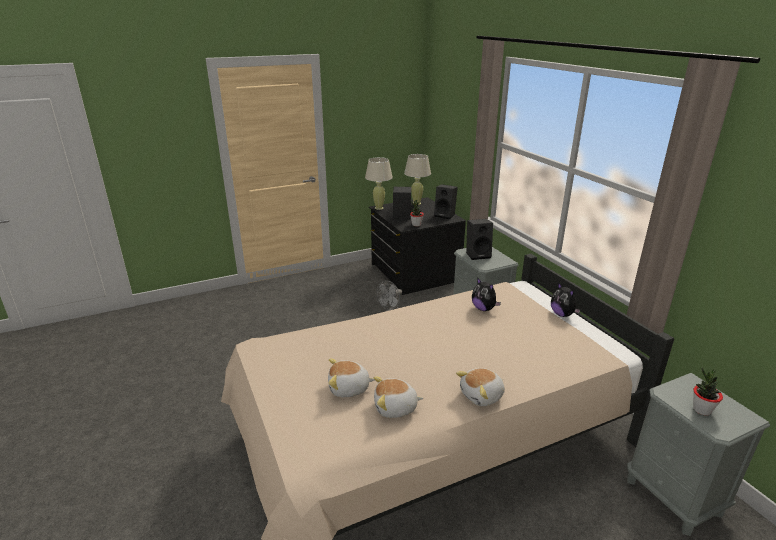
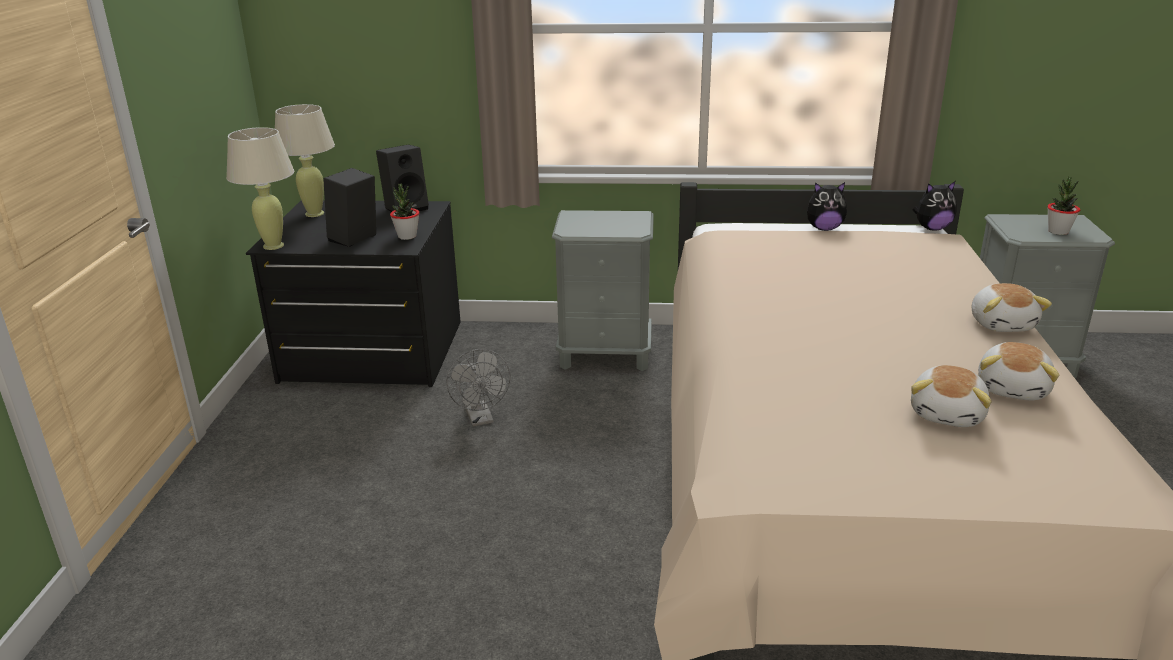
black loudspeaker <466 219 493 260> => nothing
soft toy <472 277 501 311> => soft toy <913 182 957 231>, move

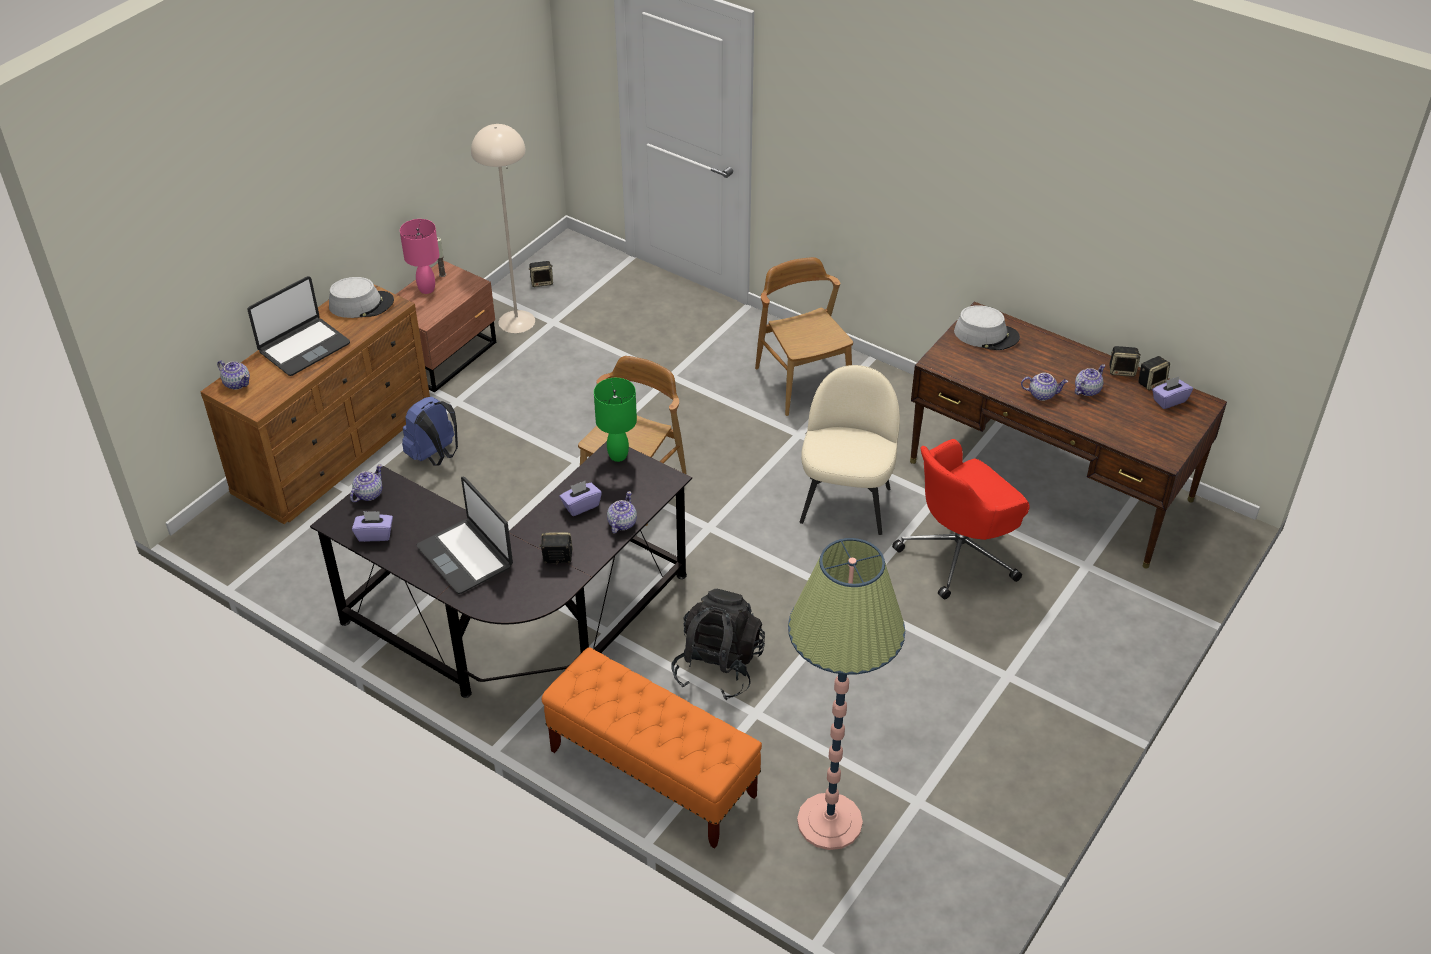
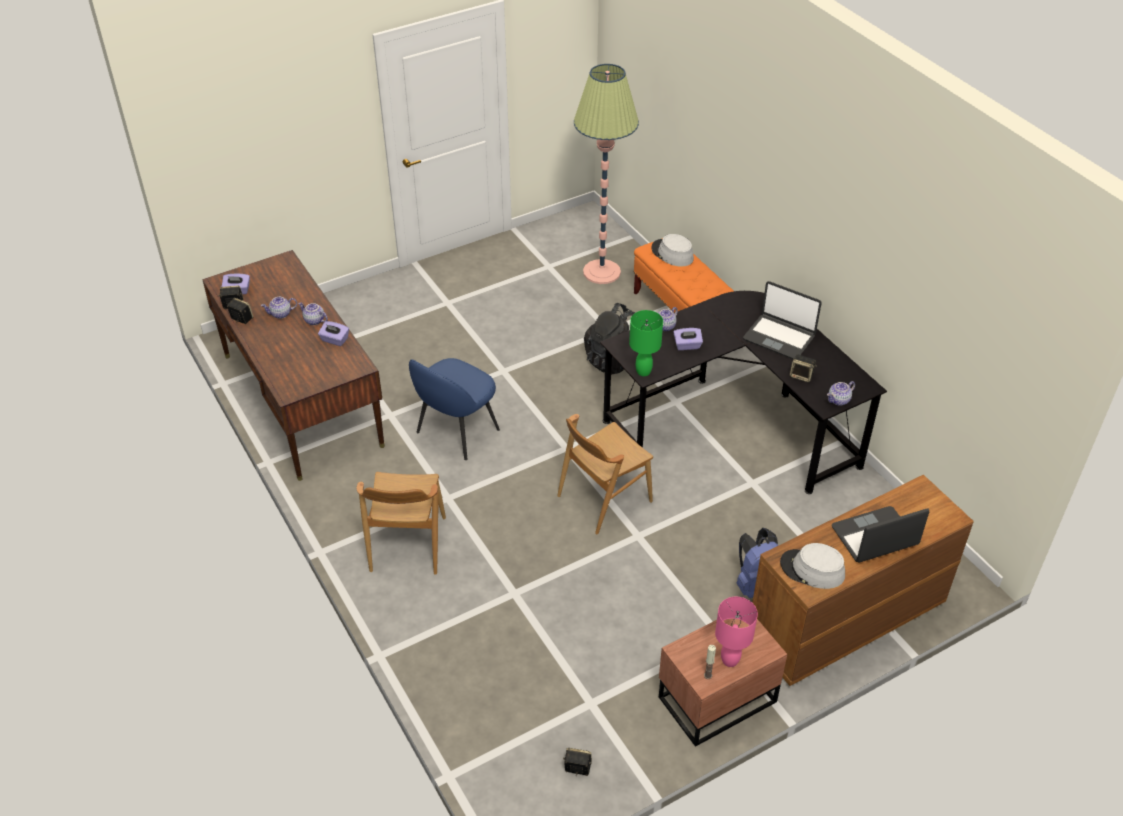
beige-coloured standing lamp <471 124 535 333> => nothing
greyish hat <954 305 1020 350> => greyish hat <652 234 694 267>, move
tea pot <217 360 250 390> => nothing
beige-coloured plain chair <800 365 900 535> => blue plain chair <409 358 500 460>
reddish computer chair <892 439 1030 600> => nothing
portable computer <417 477 513 594> => portable computer <743 281 822 359>, 135 degrees clockwise
purplish box of tissues <352 511 393 542> => purplish box of tissues <318 321 349 346>, move
loudspeaker <539 532 573 565> => loudspeaker <790 354 817 382>, move

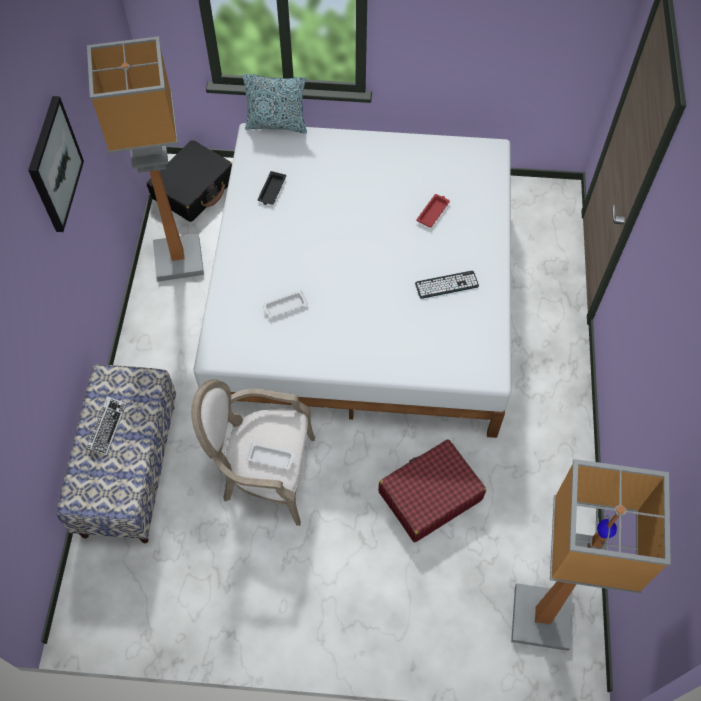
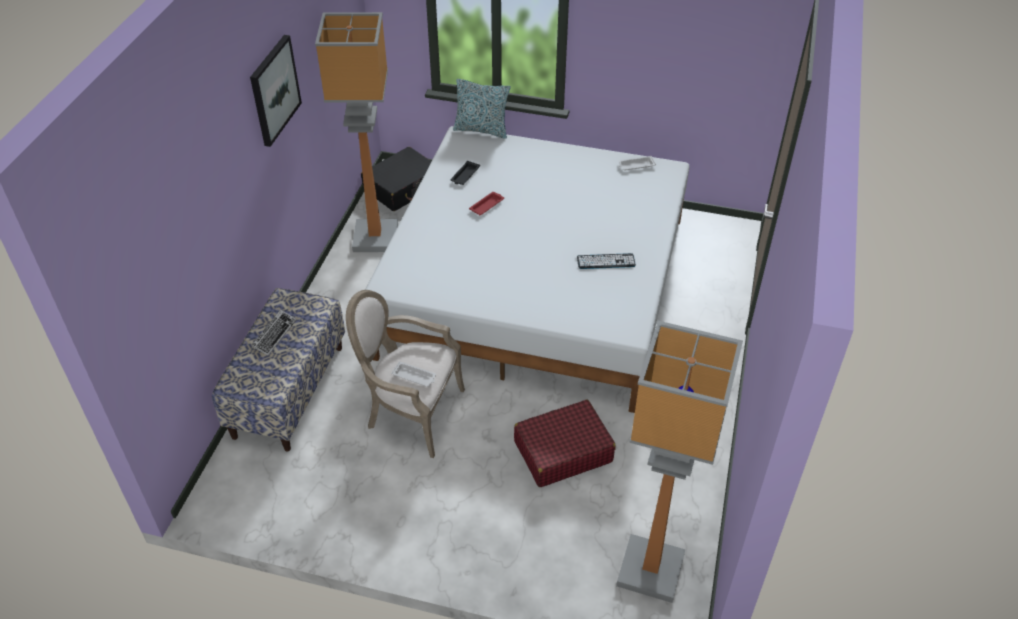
reddish carrying tray <416 194 450 228> => reddish carrying tray <469 192 504 215>, move
white-coloured carrying tray <263 290 308 318> => white-coloured carrying tray <619 156 656 171>, move

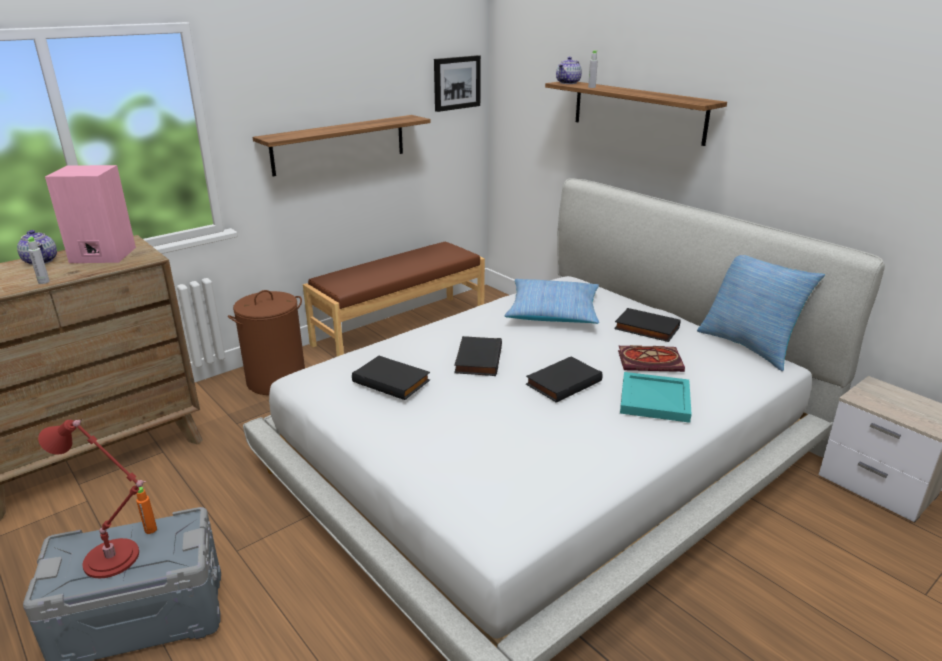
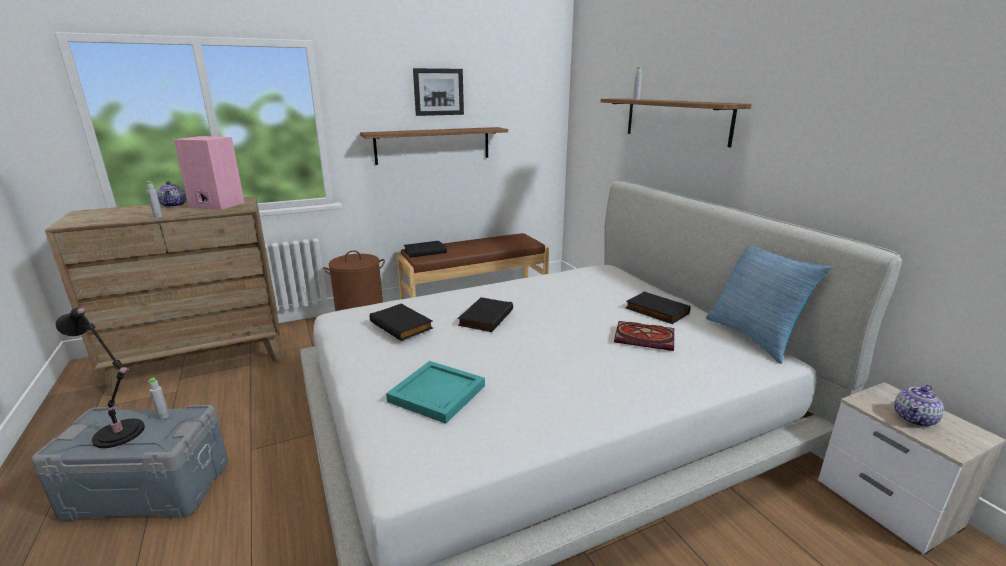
picture <434 55 481 112> => picture <413 68 464 116>, move
tea pot <556 57 582 84> => tea pot <894 385 944 427>, move
pillow <505 279 599 324> => nothing
black bound book <526 356 603 403> => black bound book <404 241 447 258>, move
turquoise carrying tray <620 372 692 423> => turquoise carrying tray <386 361 485 424>, move
reddish tabletop lamp <38 419 147 578> => black tabletop lamp <55 308 145 448>
orange-coloured beverage bottle <136 487 157 534> => greyish beverage bottle <148 378 169 419>

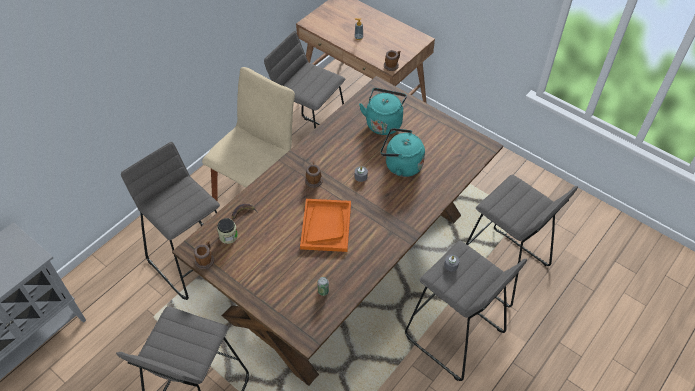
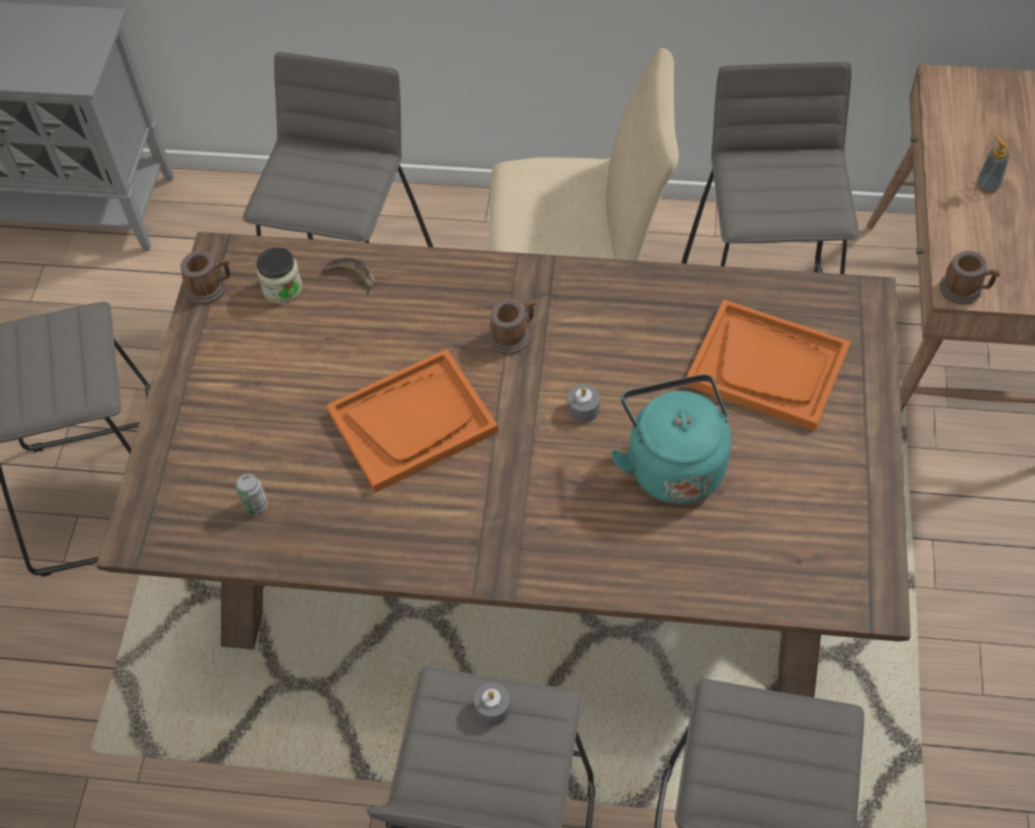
turquoise kettle <359 88 407 135> => orange-coloured carrying tray <685 299 851 431>

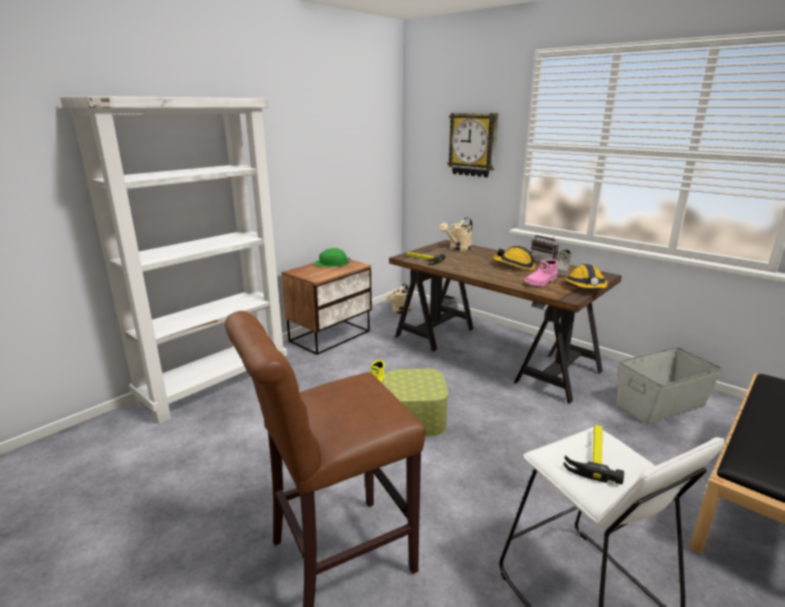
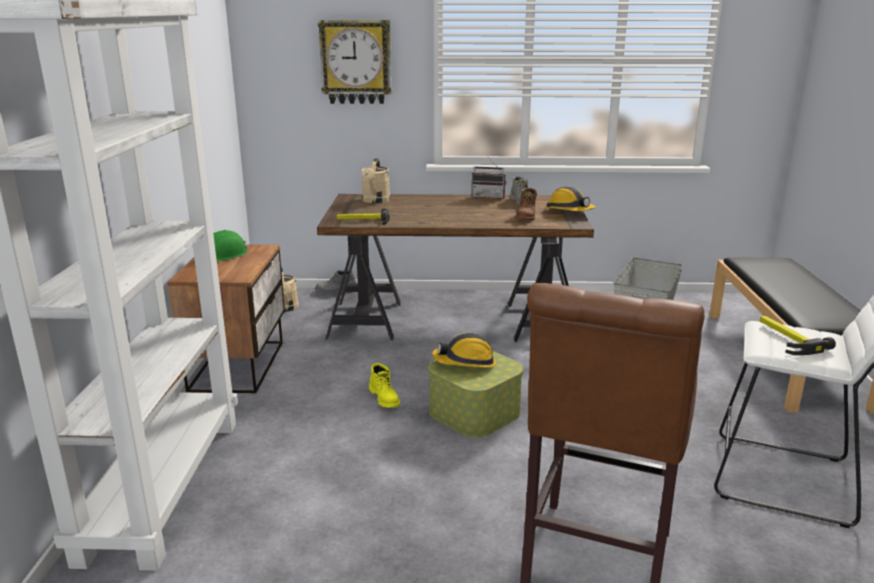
work helmet <493 246 535 270> => work helmet <432 333 496 368>, move
pinkish tall boot <525 259 558 286> => brown tall boot <515 188 537 221>

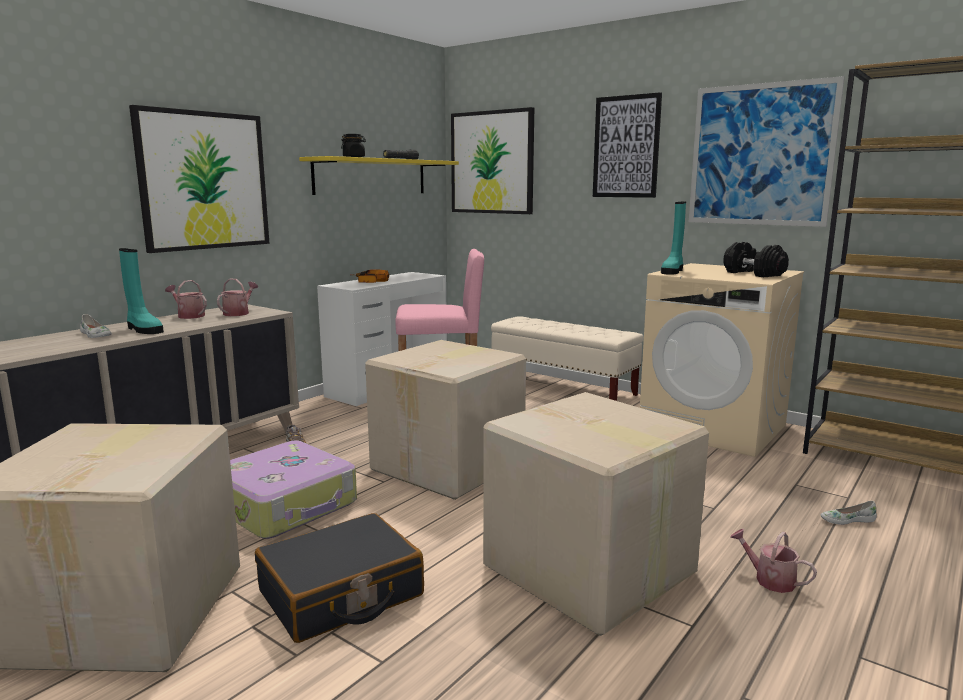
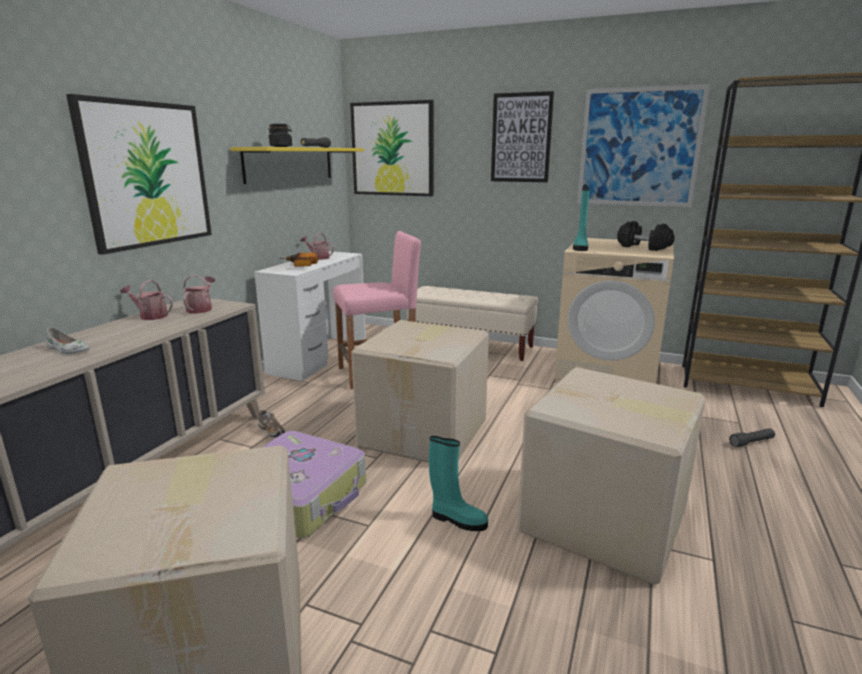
turquoise tall boot <119 248 164 334> => turquoise tall boot <429 436 488 531>, move
white-coloured shoe <821 501 877 525> => black hand torch <729 428 775 447>
black travel case <255 513 424 643> => nothing
watering pot <730 529 817 593> => watering pot <301 233 334 260>, move

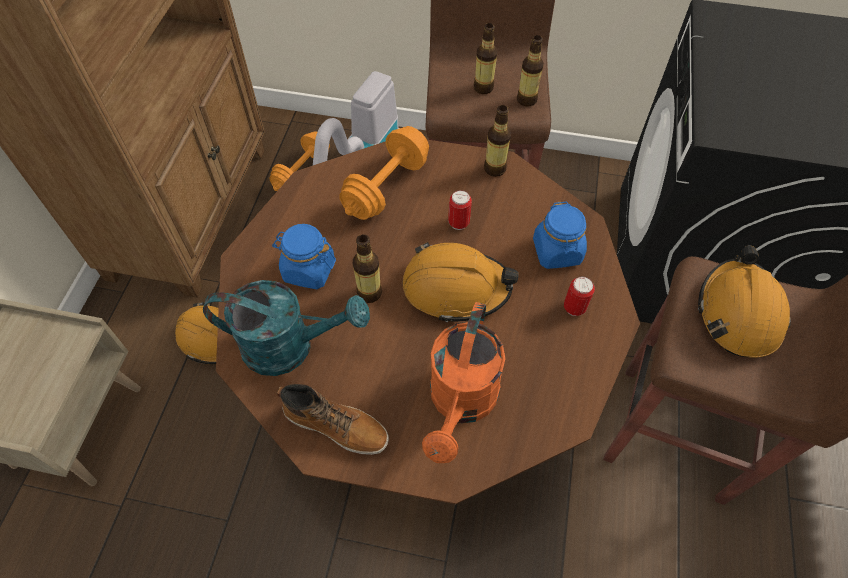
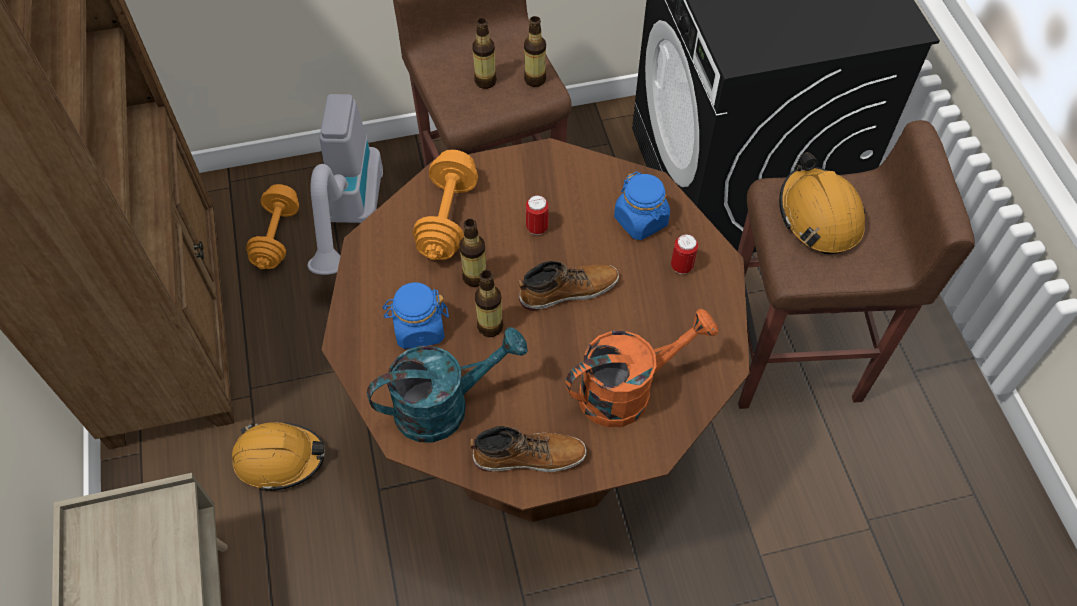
beverage bottle <484 105 511 177> => beverage bottle <459 219 487 287>, move
orange-coloured work helmet <402 242 519 322> => tall boot <518 261 619 311>
orange-coloured watering pot <422 302 505 463> => orange-coloured watering pot <565 309 718 427>, 105 degrees counterclockwise

